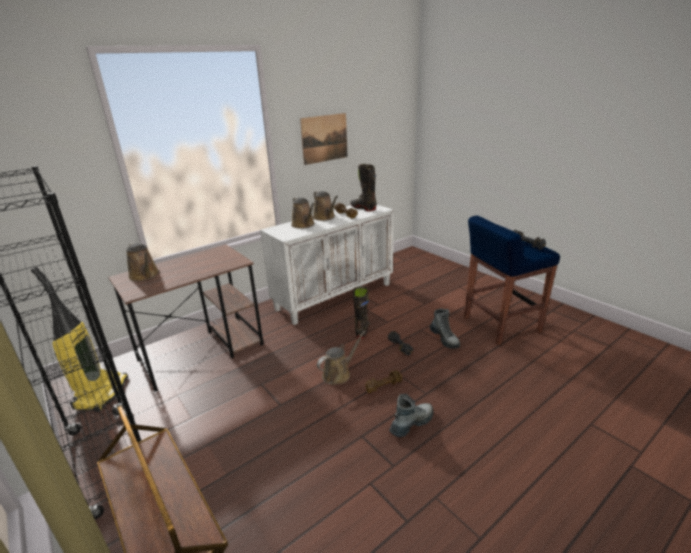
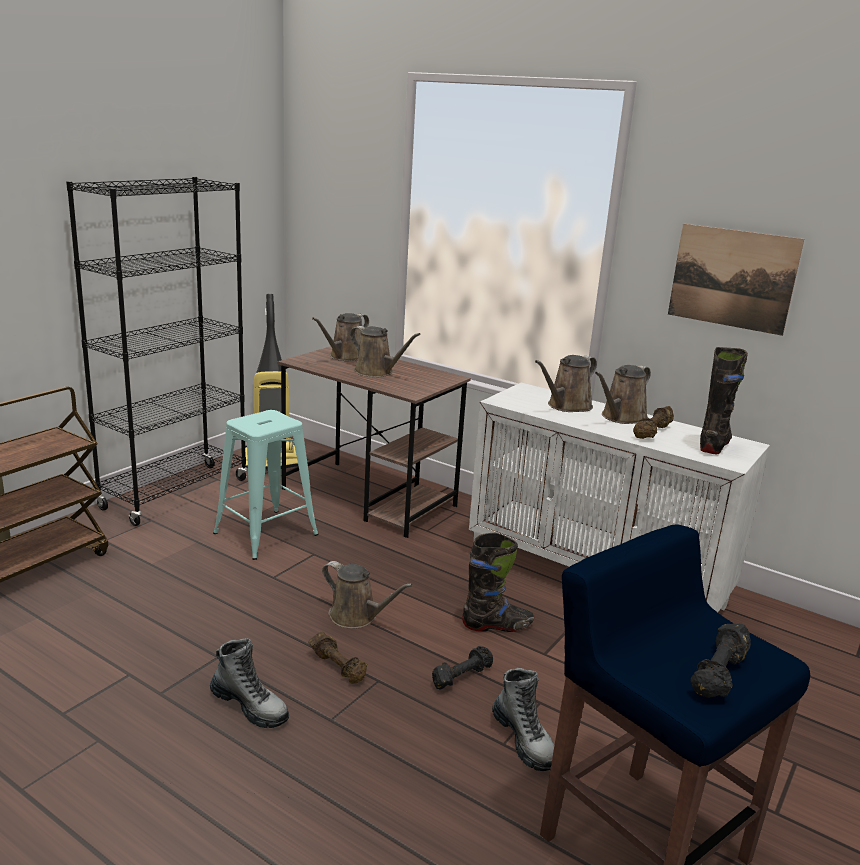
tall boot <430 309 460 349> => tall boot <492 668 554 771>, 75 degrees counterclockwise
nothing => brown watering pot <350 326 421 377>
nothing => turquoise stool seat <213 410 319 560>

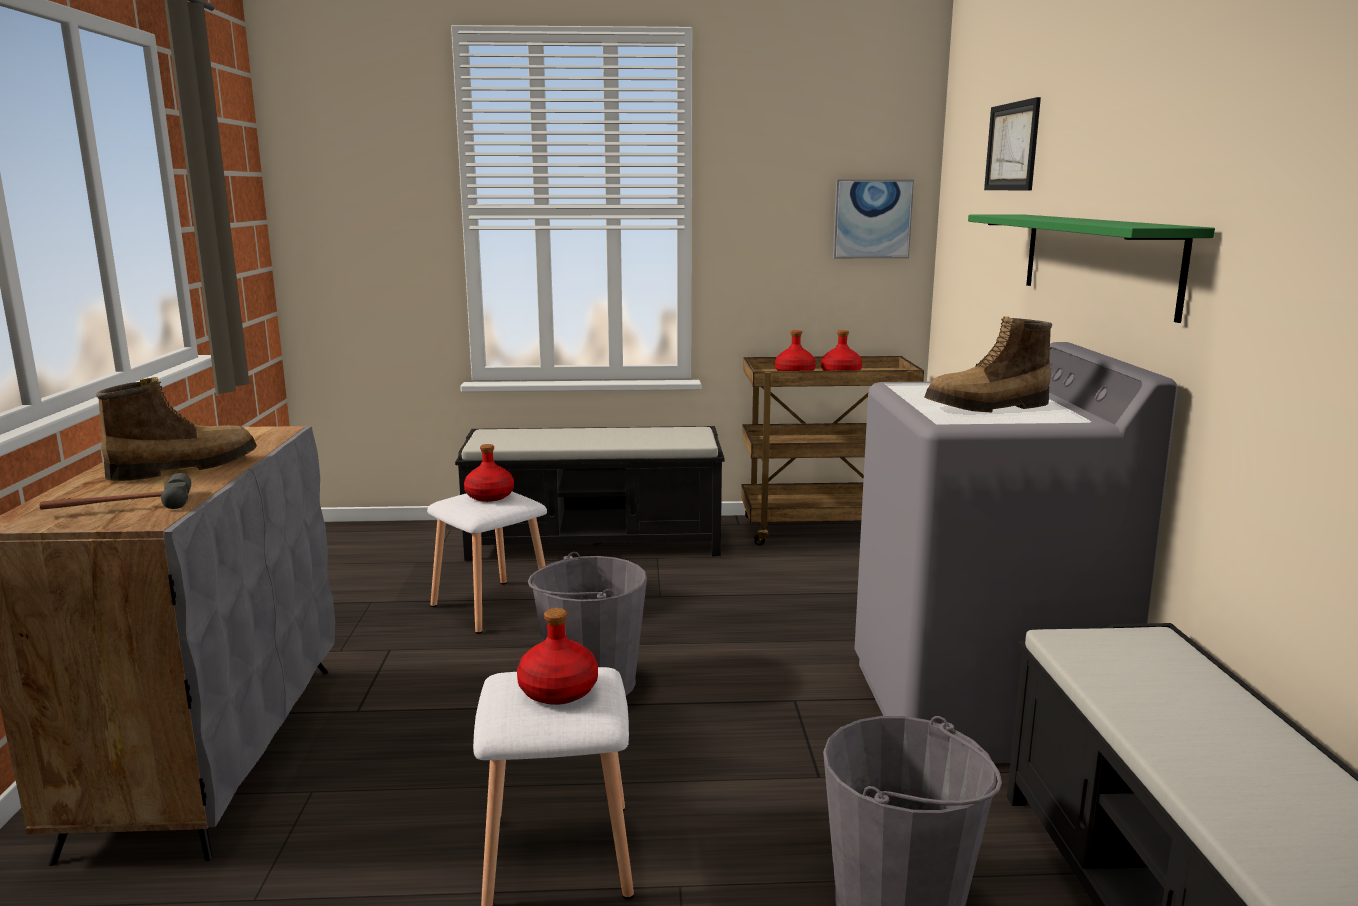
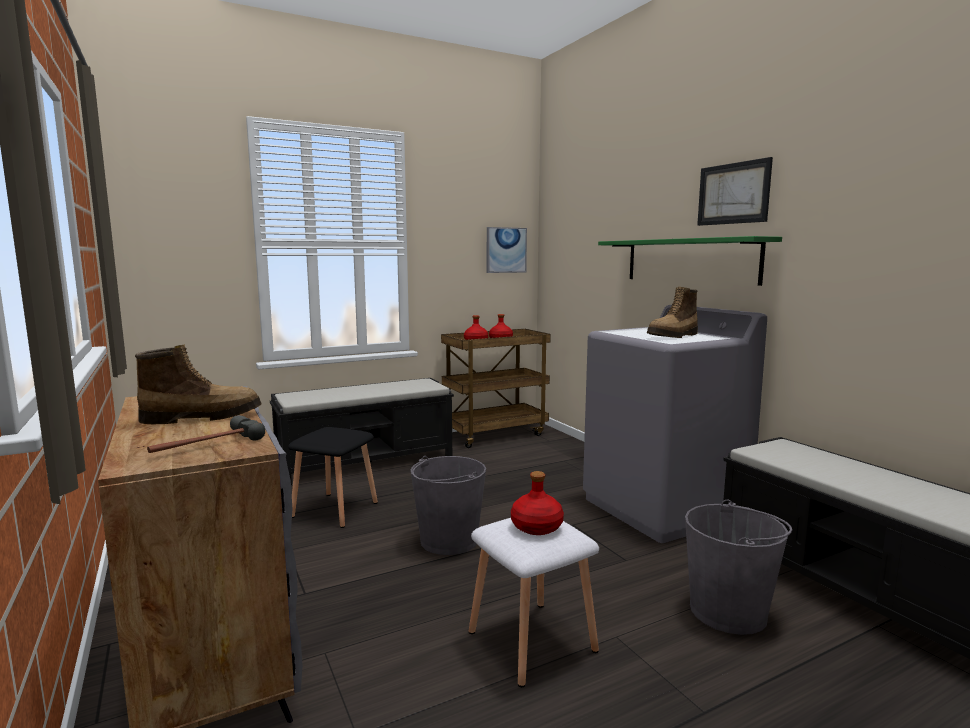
picture <984 97 1041 191> => picture <697 157 773 226>, move
tall boot <96 377 257 481> => tall boot <135 345 262 424>, 45 degrees clockwise
reddish beverage bottle <464 444 514 502> => nothing
white-coloured stool seat <427 492 547 634> => black stool seat <288 427 378 528>

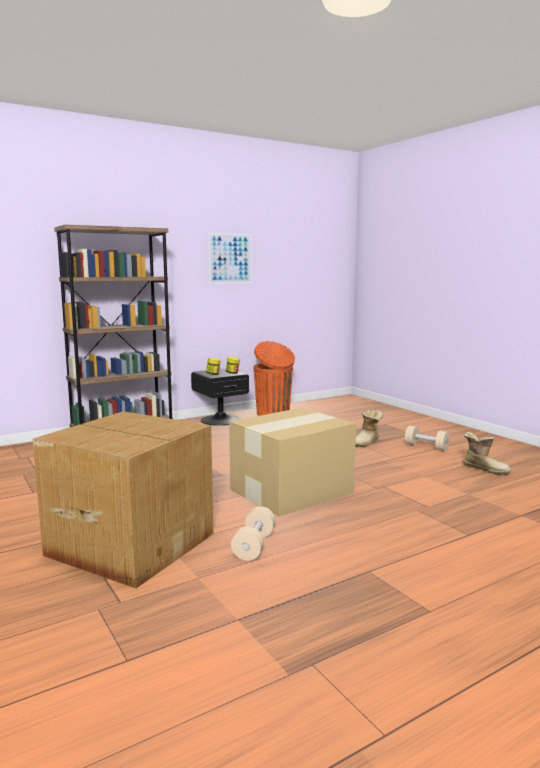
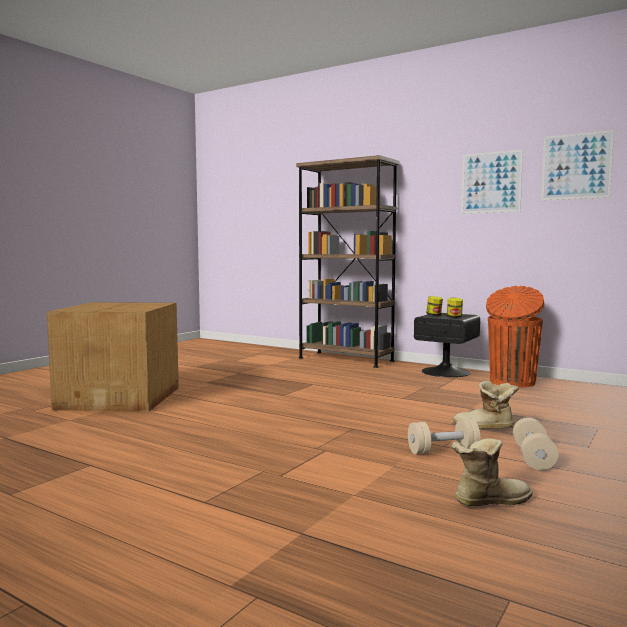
packing box <229 408 356 517> => nothing
tall boot <463 432 512 476> => tall boot <452 438 533 506>, 120 degrees counterclockwise
beige-coloured free weight <231 506 276 561> => beige-coloured free weight <408 419 480 454>, move
nothing => picture <541 130 614 200>

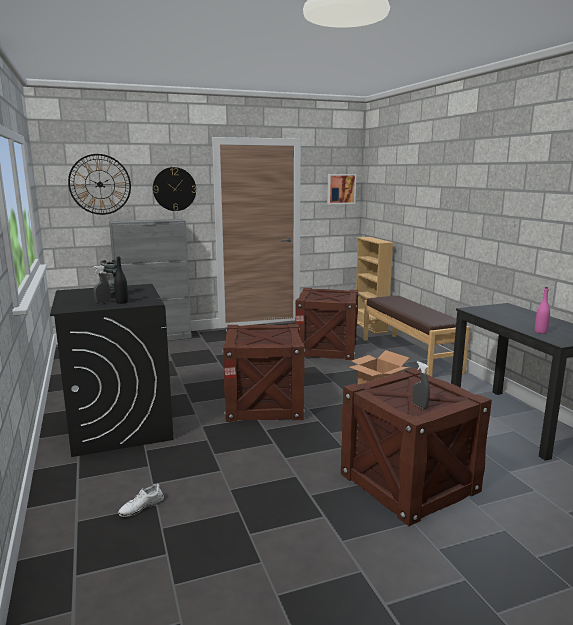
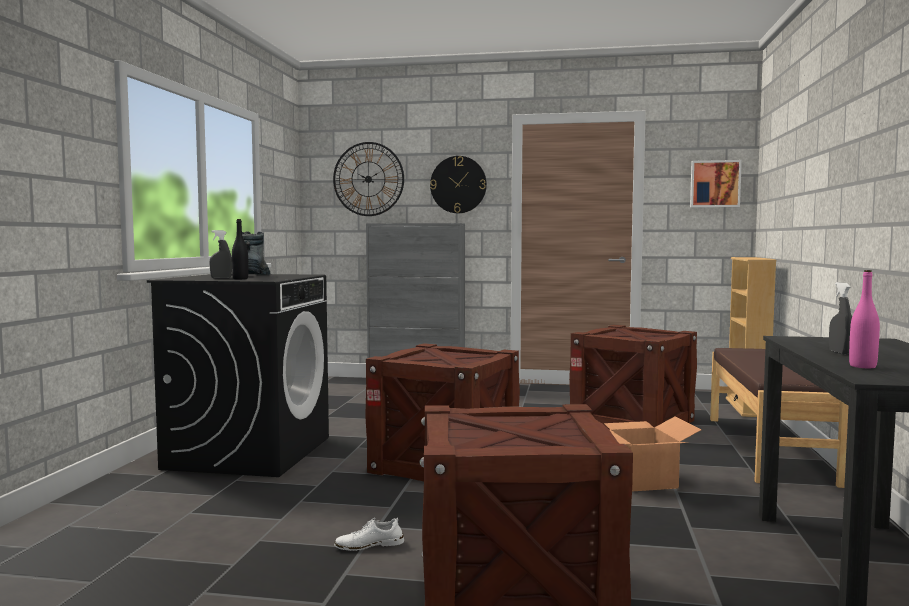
greyish hand sprayer <412 361 430 409> => greyish hand sprayer <829 282 852 354>, move
white-coloured shoe <118 483 164 517> => white-coloured shoe <334 518 404 551>, move

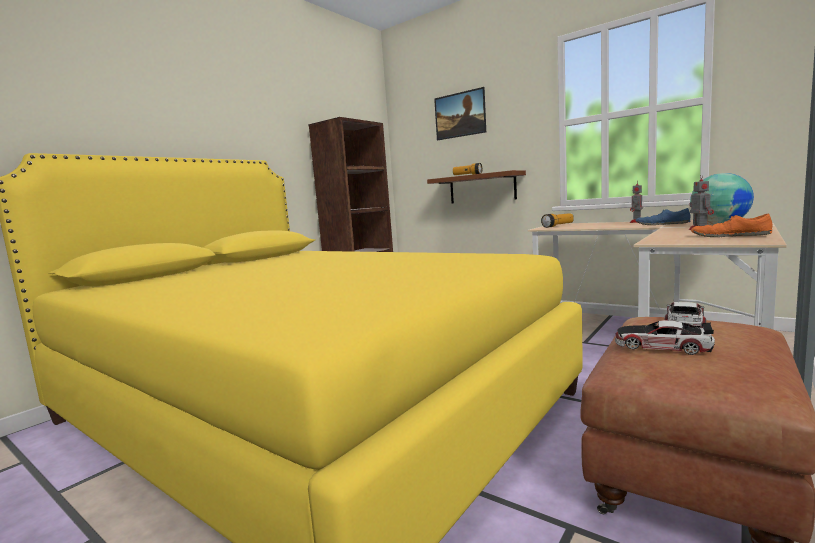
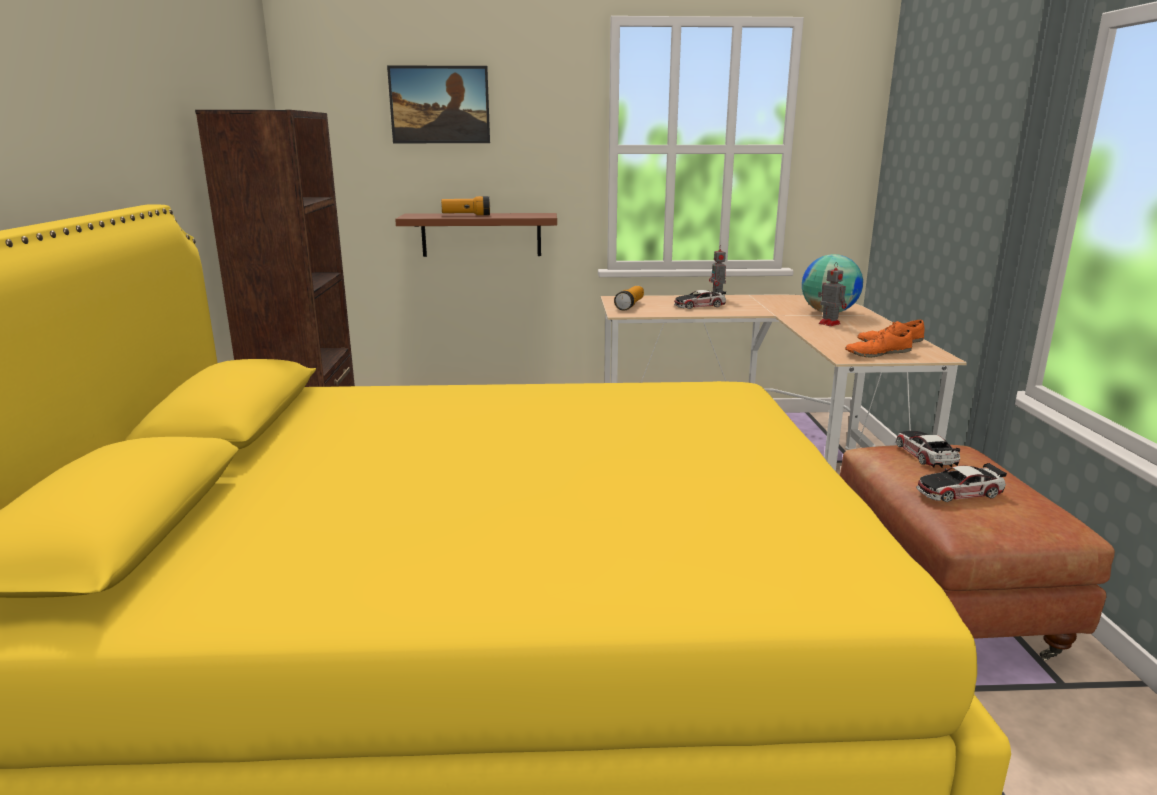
blue shoe <635 208 691 225> => nothing
nothing => miniature car <674 289 726 309>
nothing => orange-coloured shoe <845 329 913 358>

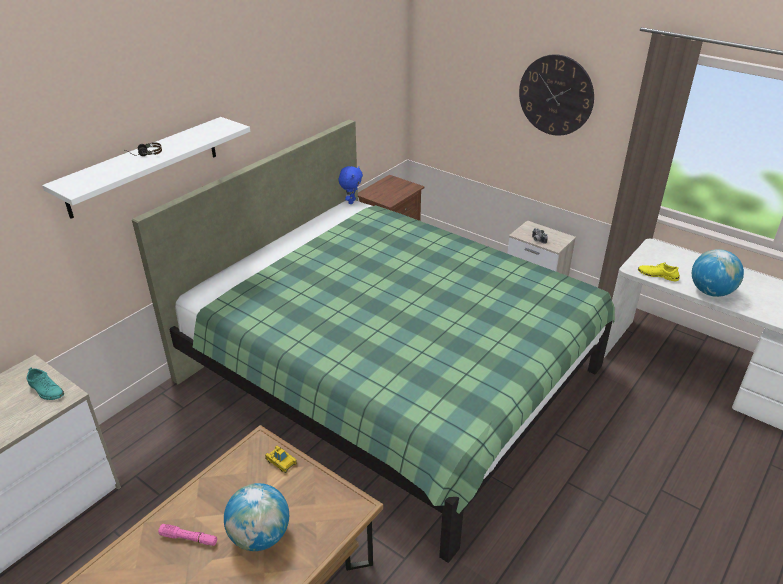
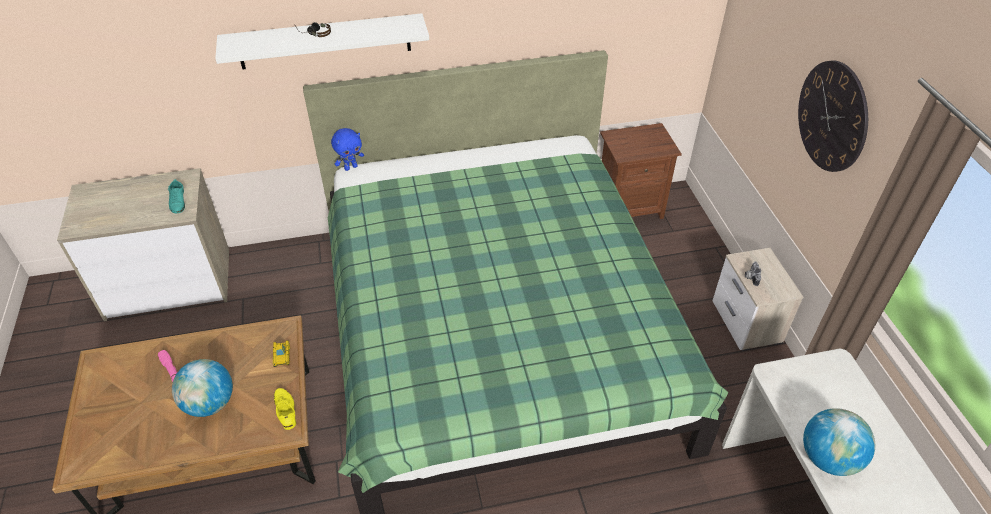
blue soft toy <339 166 363 204> => blue soft toy <331 128 364 171>, move
yellow-coloured shoe <638 263 680 281> => yellow-coloured shoe <274 388 296 430>, move

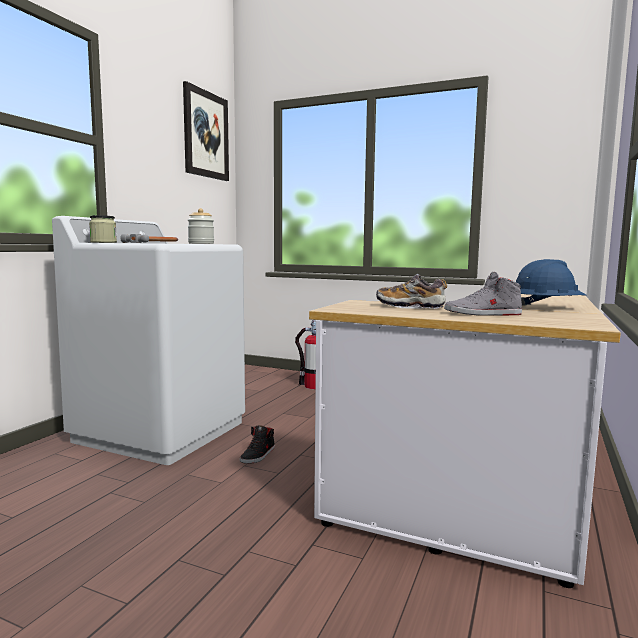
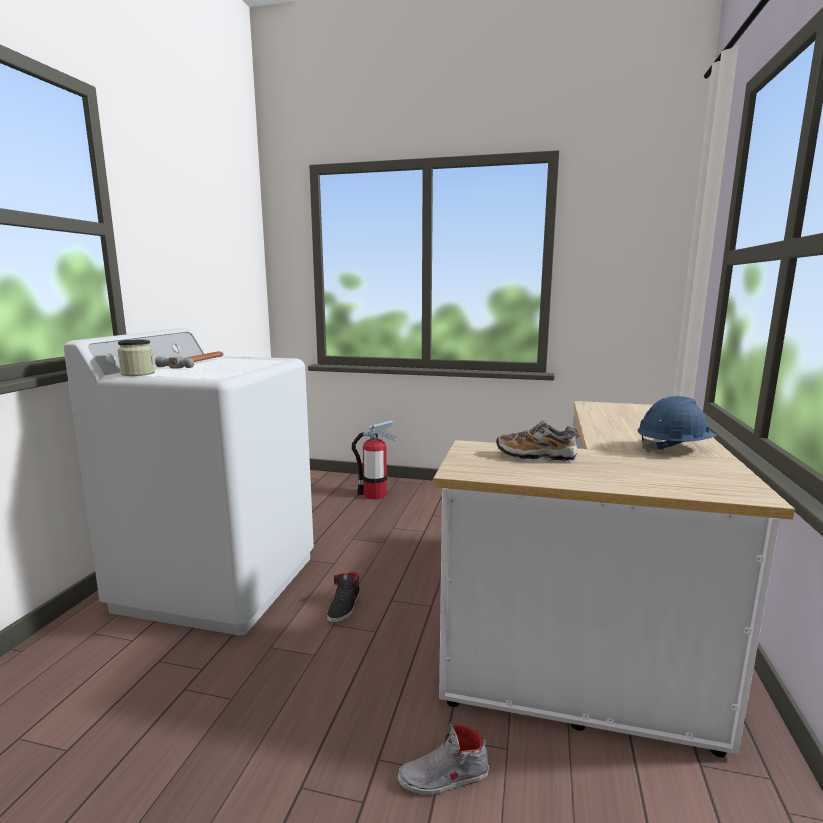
picture <183 81 229 181> => nothing
preserve jar <188 208 214 244> => nothing
greyish shoe <444 272 522 316> => greyish shoe <398 722 489 795>, move

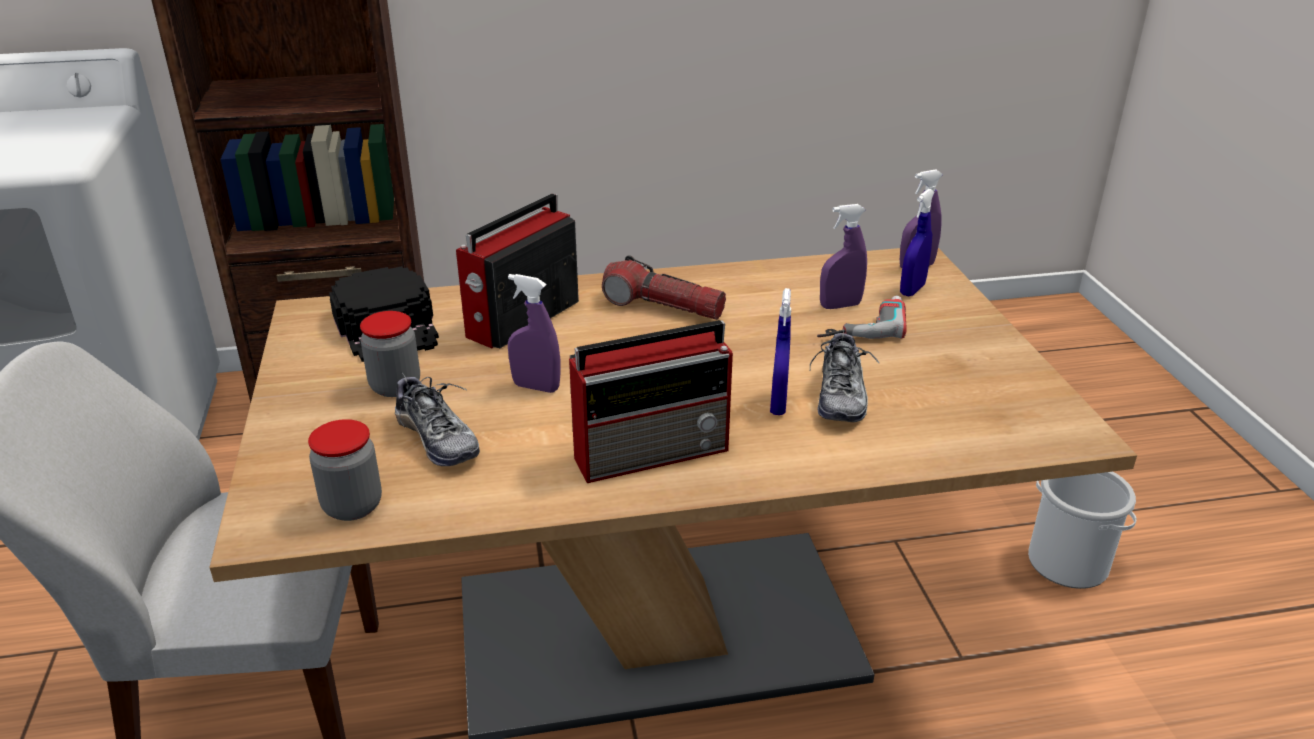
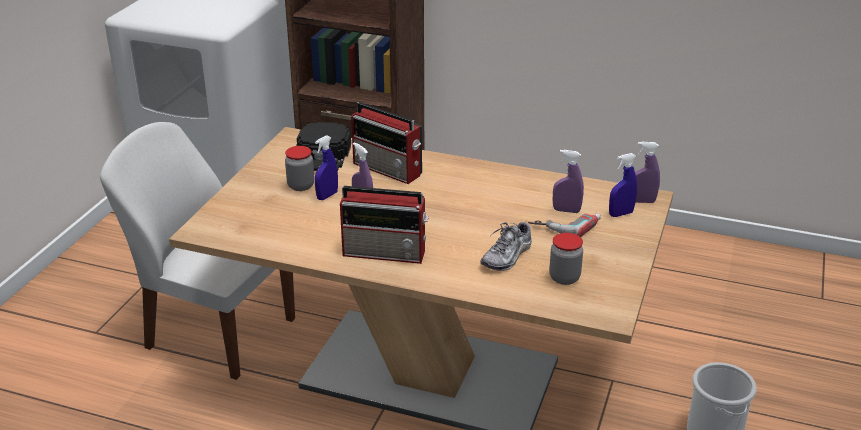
radio <456 194 579 348> => radio <351 102 422 184>, 120 degrees counterclockwise
hand torch <602 255 726 320> => nothing
blue hand sprayer <770 288 791 415> => blue hand sprayer <315 135 338 200>, move
shoe <395 371 480 466> => nothing
preserve jar <308 419 382 521> => preserve jar <549 233 583 285>, move

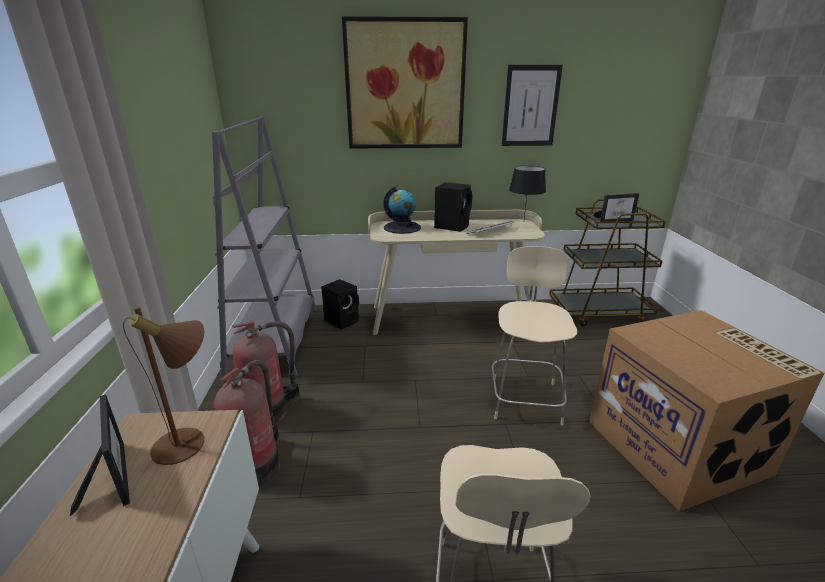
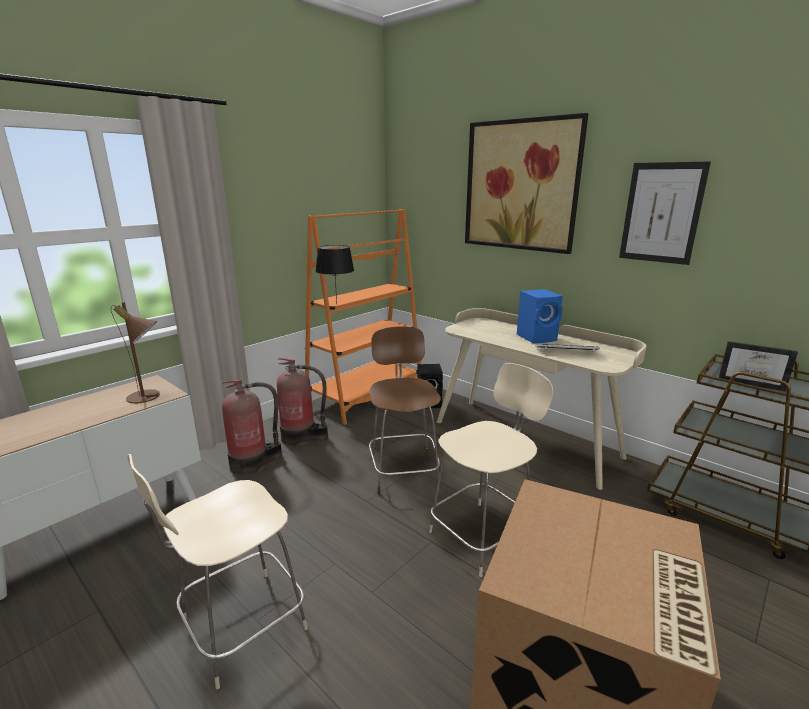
greyish bookshelf <212 116 317 381> => orange-coloured bookshelf <305 209 421 425>
black tabletop lamp <509 166 546 218> => black tabletop lamp <316 245 354 305>, move
black loudspeaker <434 182 472 232> => blue loudspeaker <517 289 563 344>
world globe <383 186 421 234> => nothing
picture frame <70 394 130 516> => nothing
nothing => brown plain chair <369 326 441 494>

